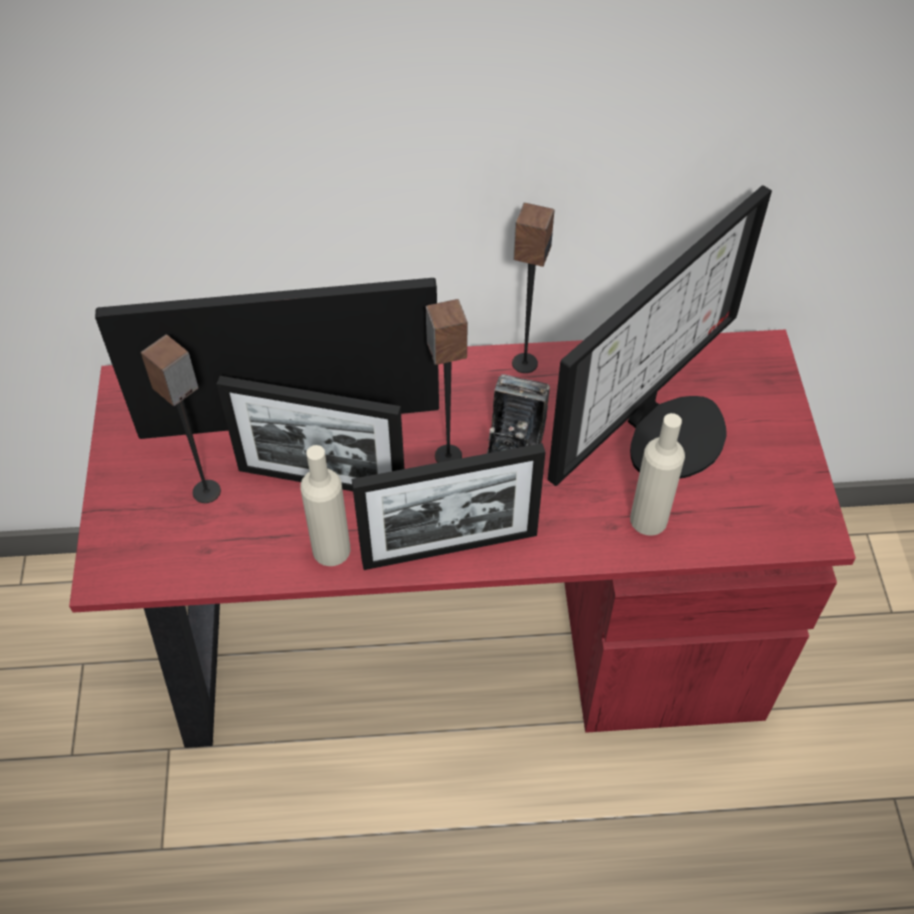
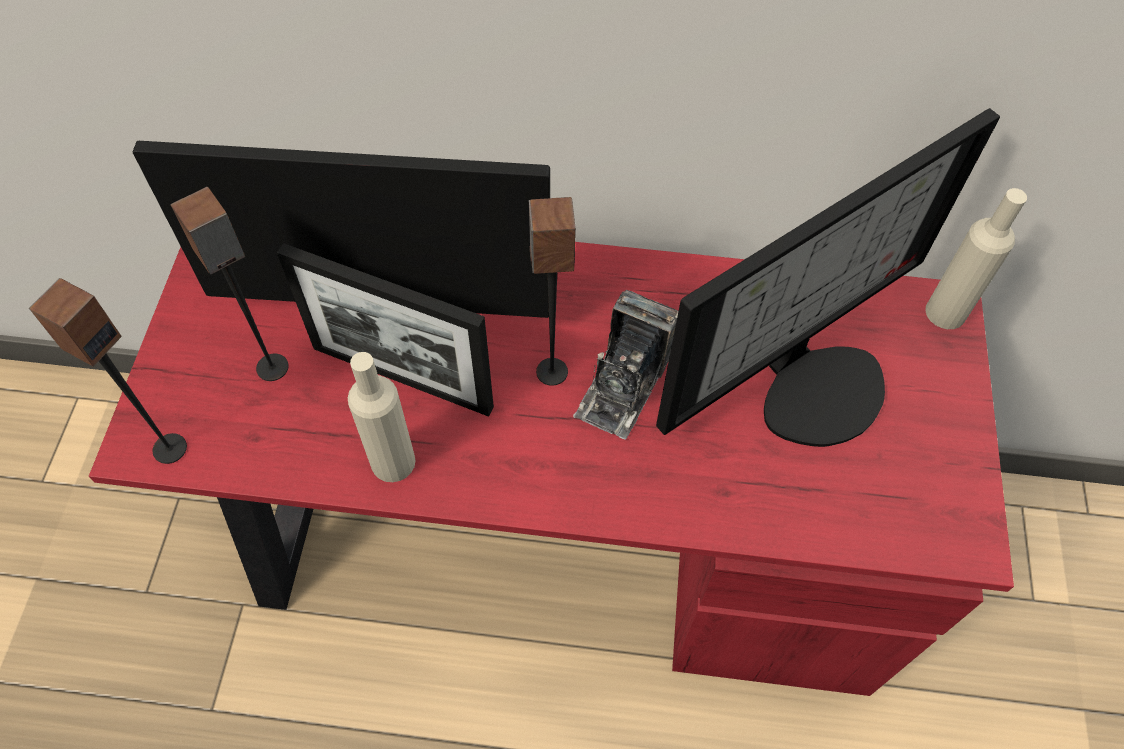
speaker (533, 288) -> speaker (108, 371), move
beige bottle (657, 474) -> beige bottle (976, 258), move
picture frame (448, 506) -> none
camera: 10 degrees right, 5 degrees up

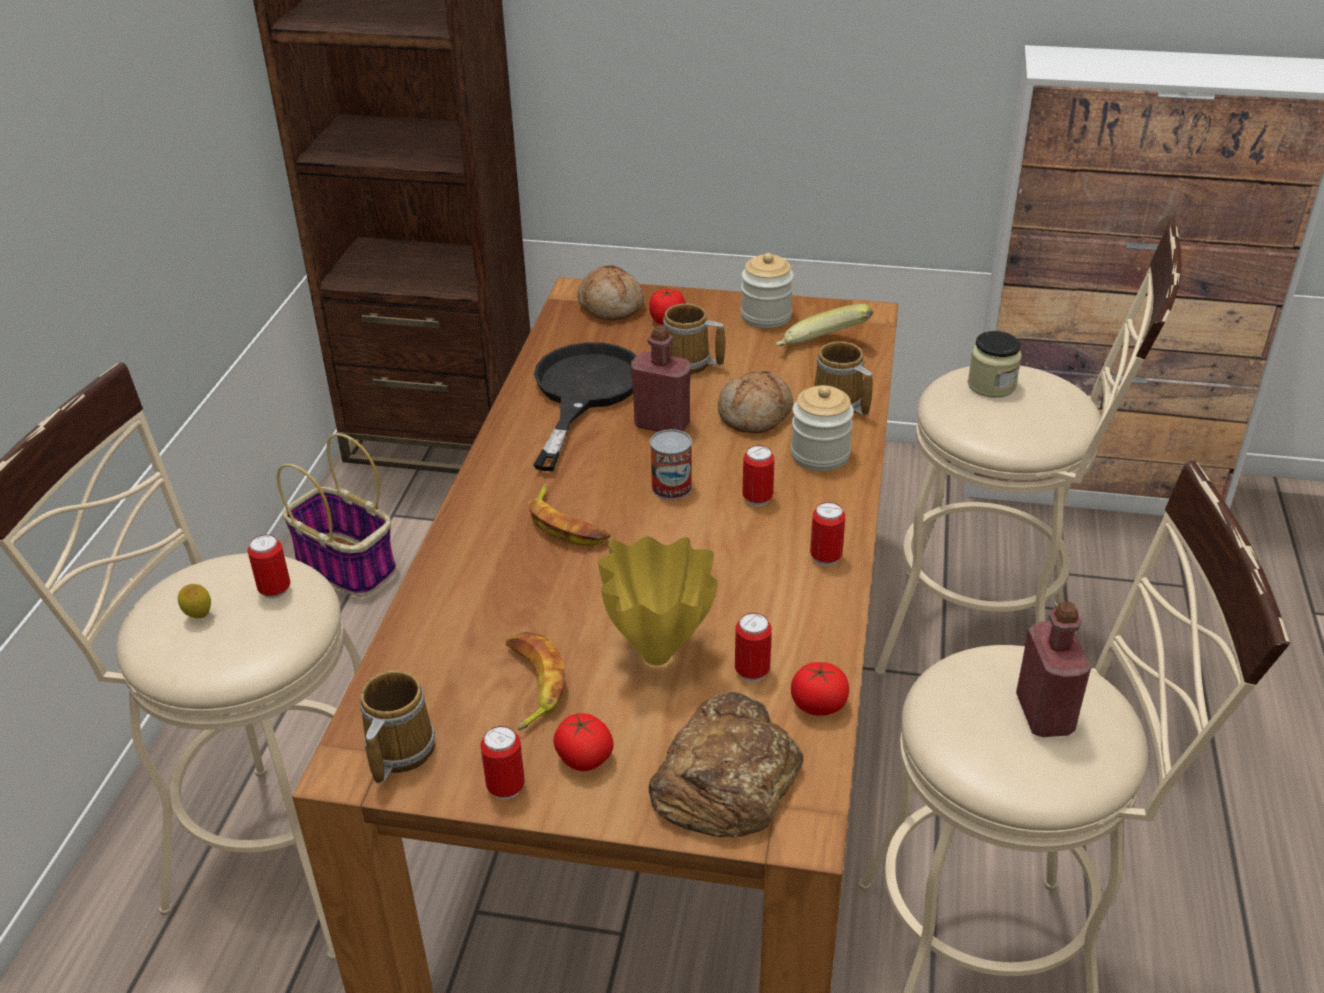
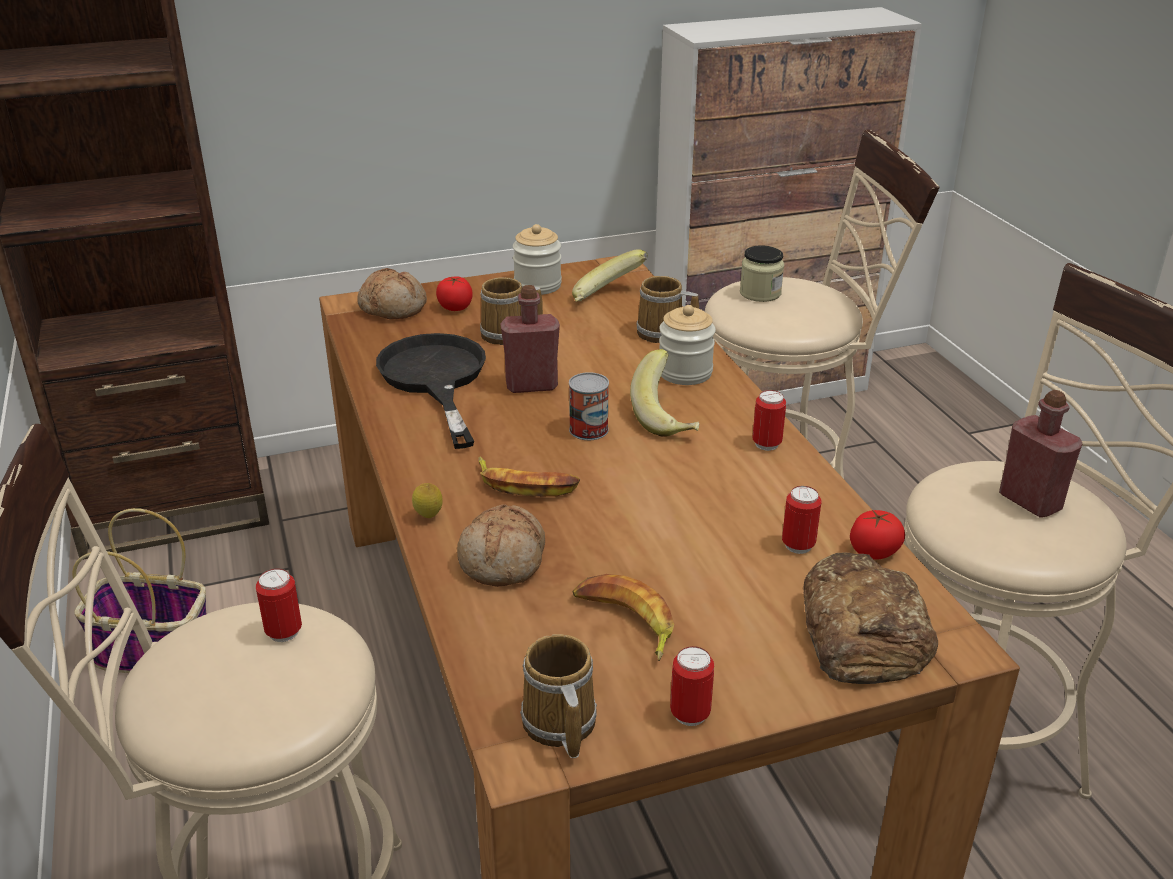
bread (755, 402) -> bread (501, 545), move
can (758, 475) -> banana (664, 393)
yellow vase (658, 601) -> none
lemon (194, 601) -> lemon (427, 500), move
tomato (583, 741) -> none
camera: 30 degrees left, 5 degrees down

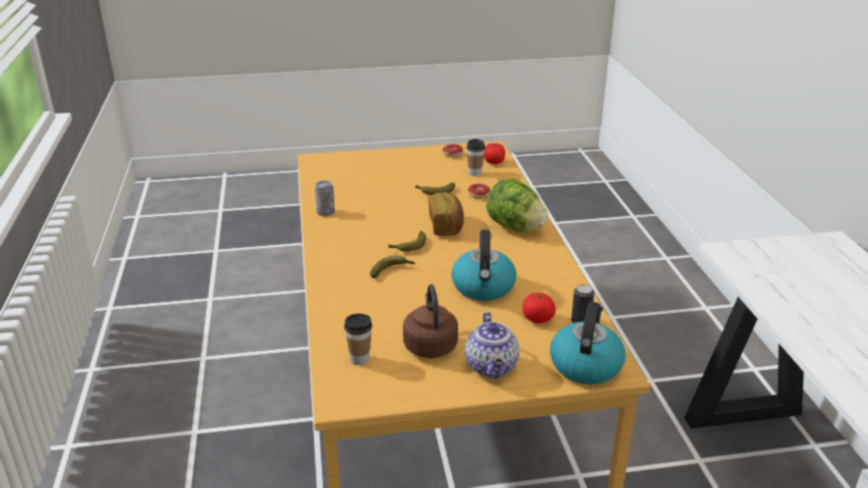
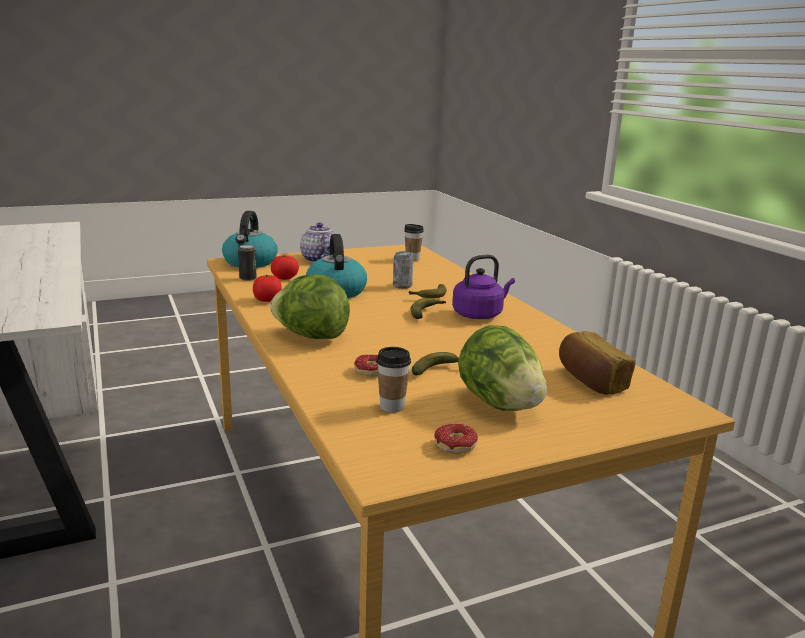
tomato (494, 153) -> tomato (267, 288), move
can (325, 198) -> can (403, 270), move
bread (446, 214) -> bread (597, 363), move
brown kettle (430, 321) -> none
none -> purple kettle (483, 287)
none -> lettuce (502, 368)
camera: 165 degrees right, 10 degrees down

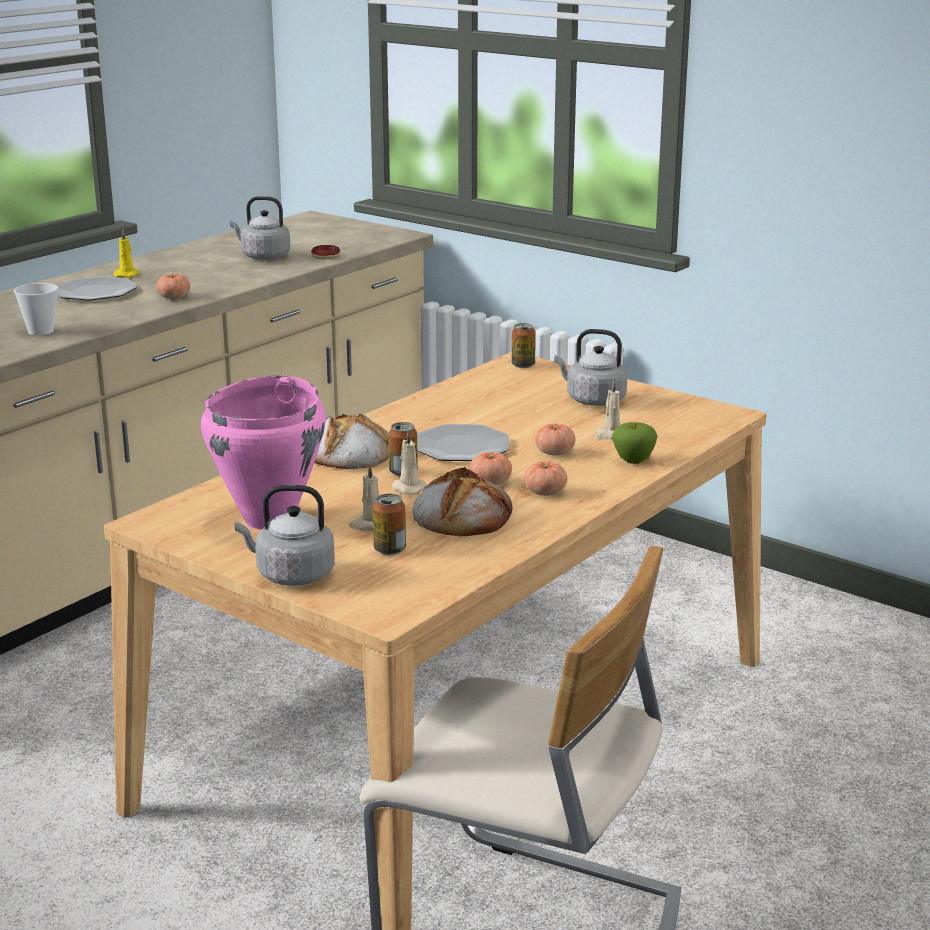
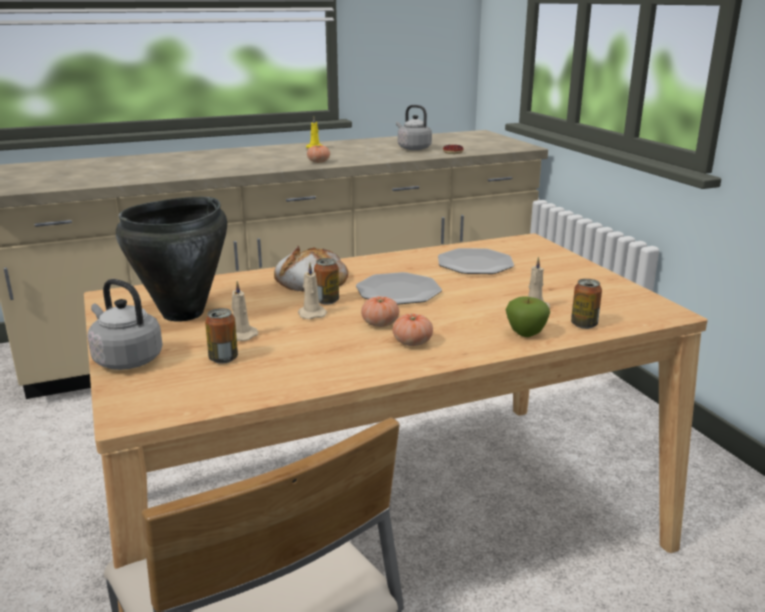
plate (97, 288) -> plate (476, 261), move
cup (36, 309) -> none
can (524, 345) -> can (586, 304), move
grey kettle (591, 367) -> none
pink cooking pot (263, 452) -> black cooking pot (171, 259)
tomato (555, 440) -> none
bread (462, 502) -> none
camera: 30 degrees right, 0 degrees up

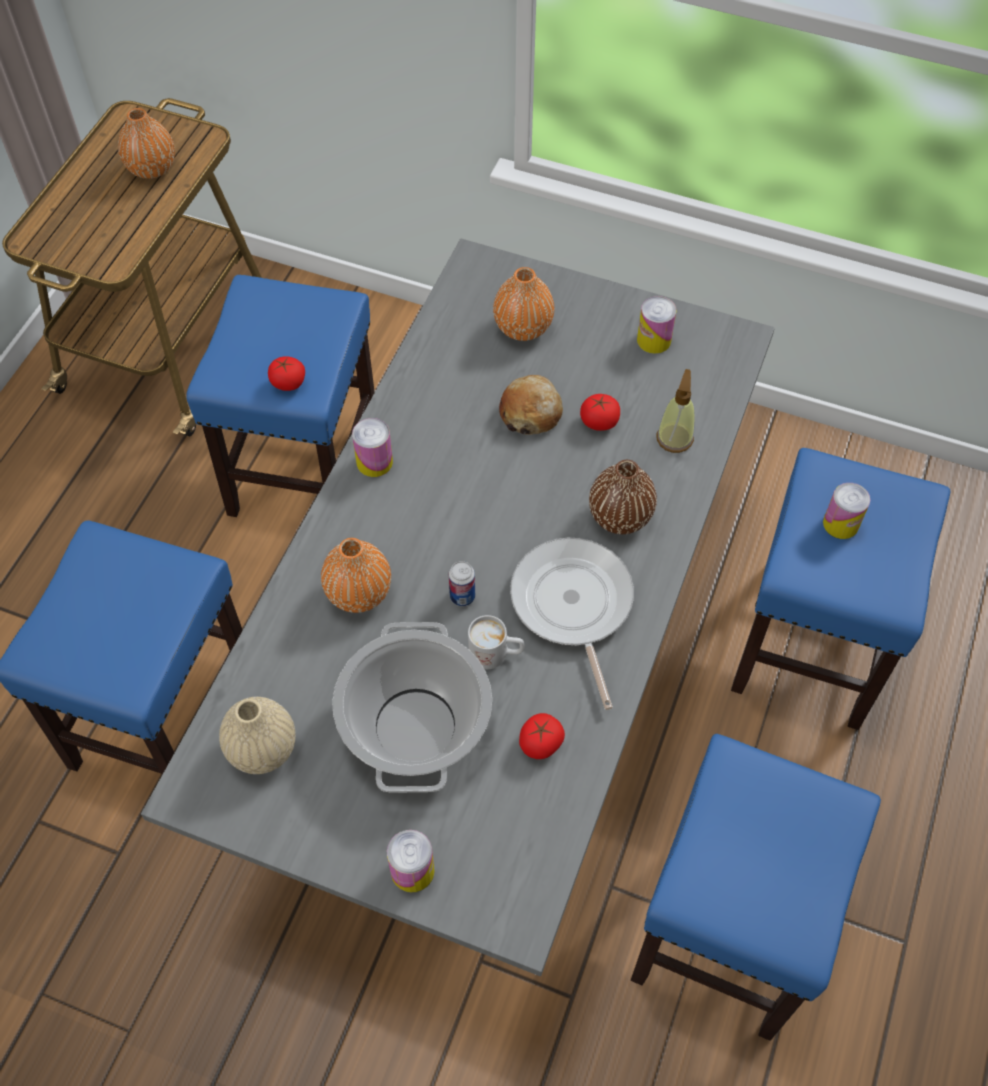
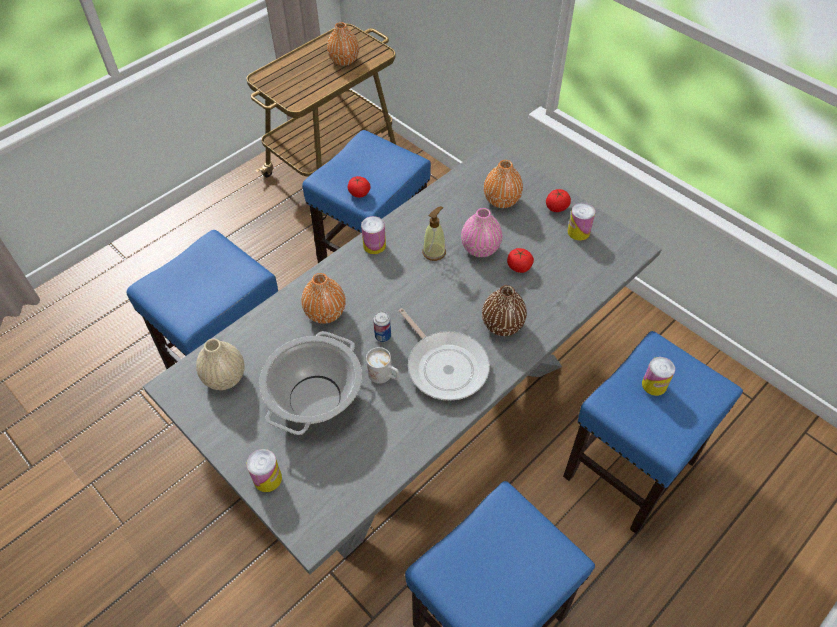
soap dispenser (675, 411) -> soap dispenser (434, 233), move
bread (531, 405) -> pink vase (481, 232)
frying pan (572, 624) -> frying pan (444, 354), 135 degrees clockwise
tomato (542, 736) -> tomato (558, 200), move
camera: 25 degrees right, 5 degrees down

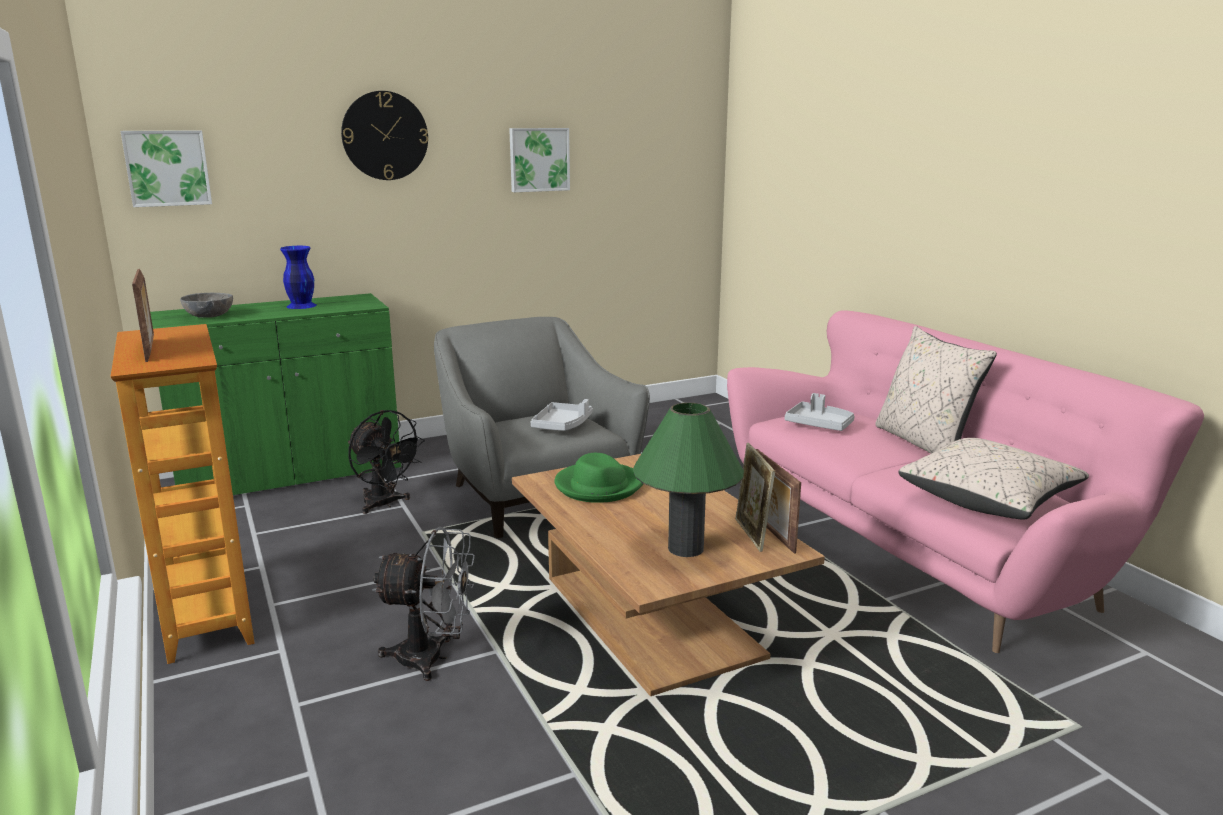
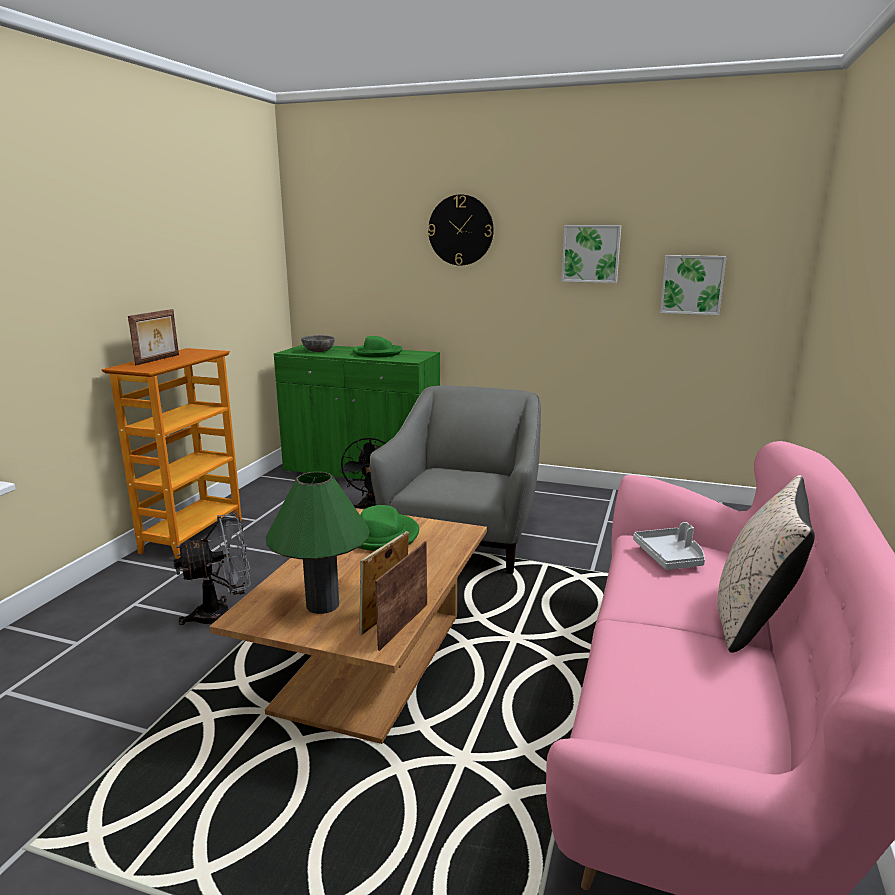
picture (166, 168) -> picture (693, 285), move
blue vase (298, 277) -> green hat (377, 347)
grey tray (561, 415) -> none
beige pillow (993, 479) -> none
grey fan (423, 604) -> grey fan (212, 569), 75 degrees counterclockwise
camera: 45 degrees right, 0 degrees up

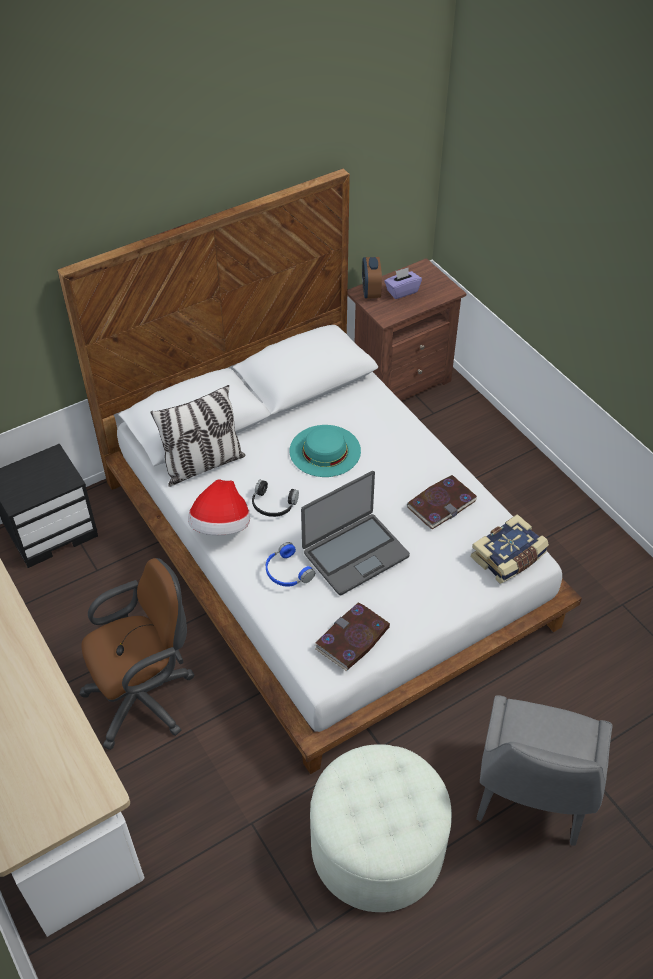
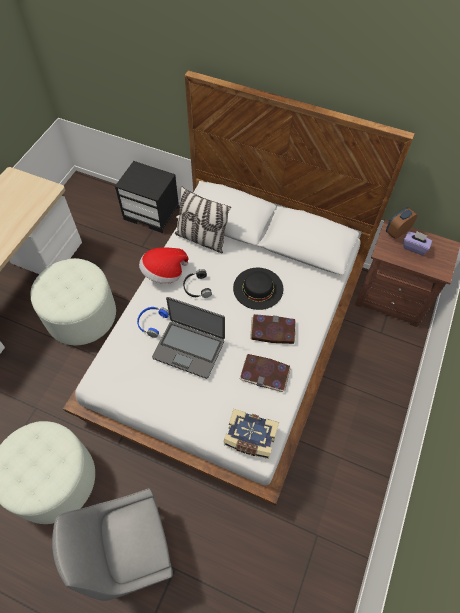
turquoise hat (325, 451) -> black hat (258, 289)
brown office chair (137, 654) -> white ottoman (73, 301)
book (352, 636) -> book (273, 329), move
camera: 55 degrees right, 10 degrees up

